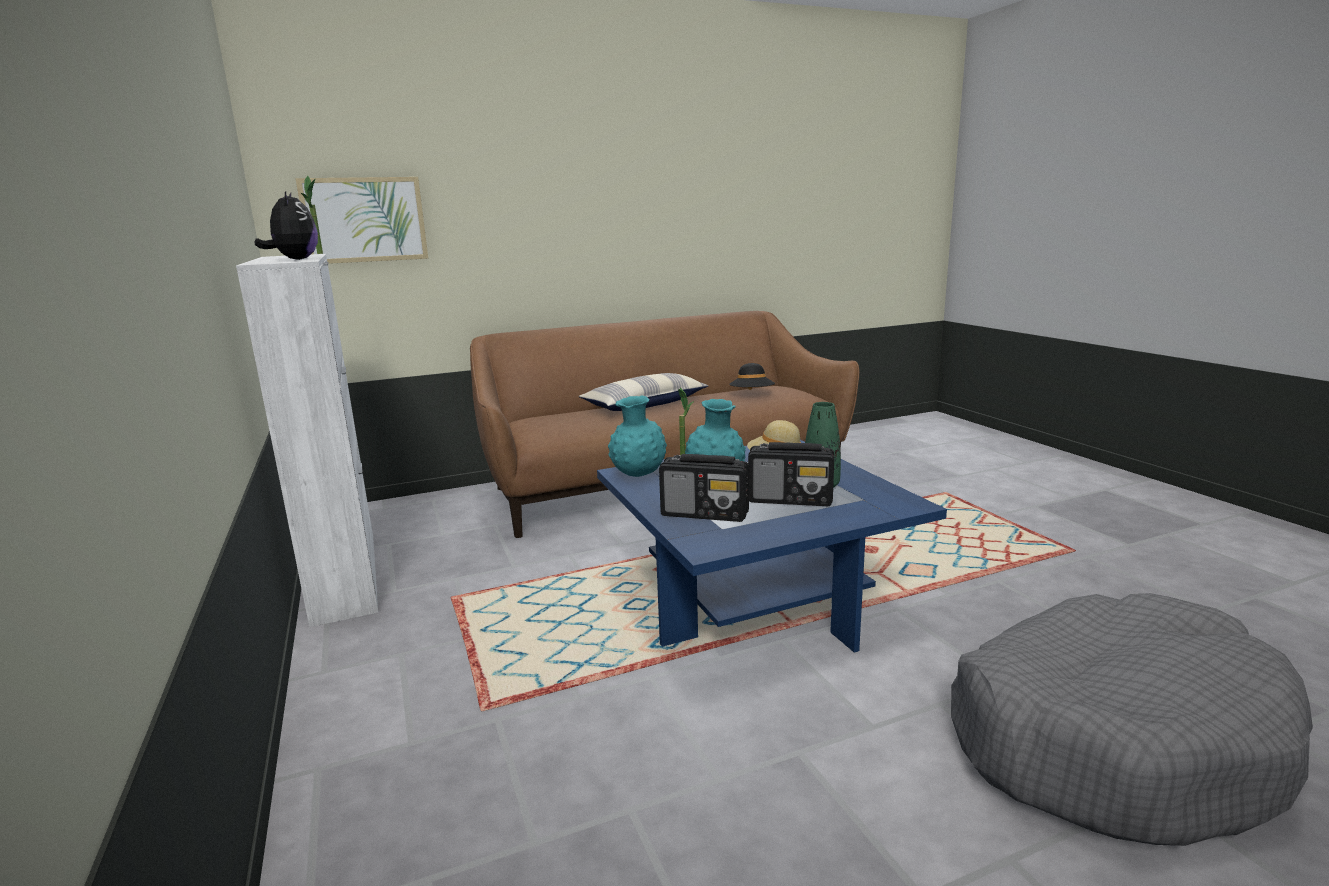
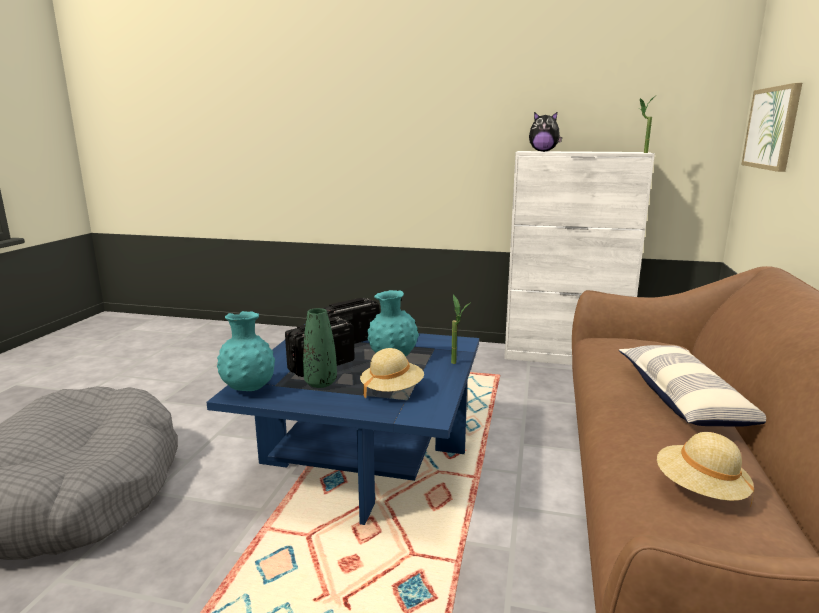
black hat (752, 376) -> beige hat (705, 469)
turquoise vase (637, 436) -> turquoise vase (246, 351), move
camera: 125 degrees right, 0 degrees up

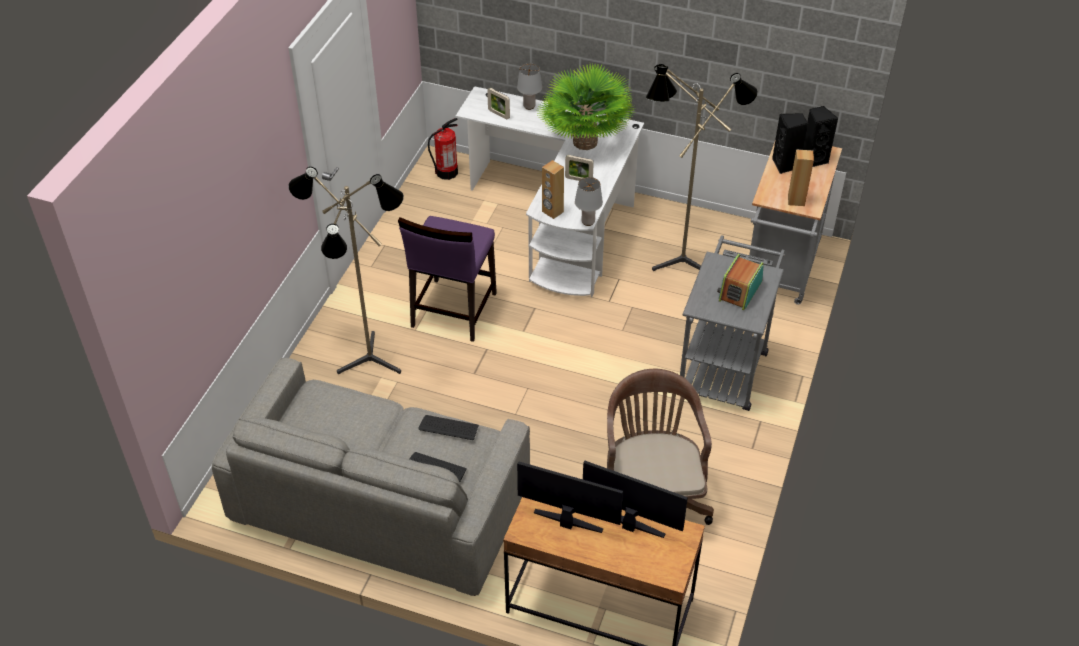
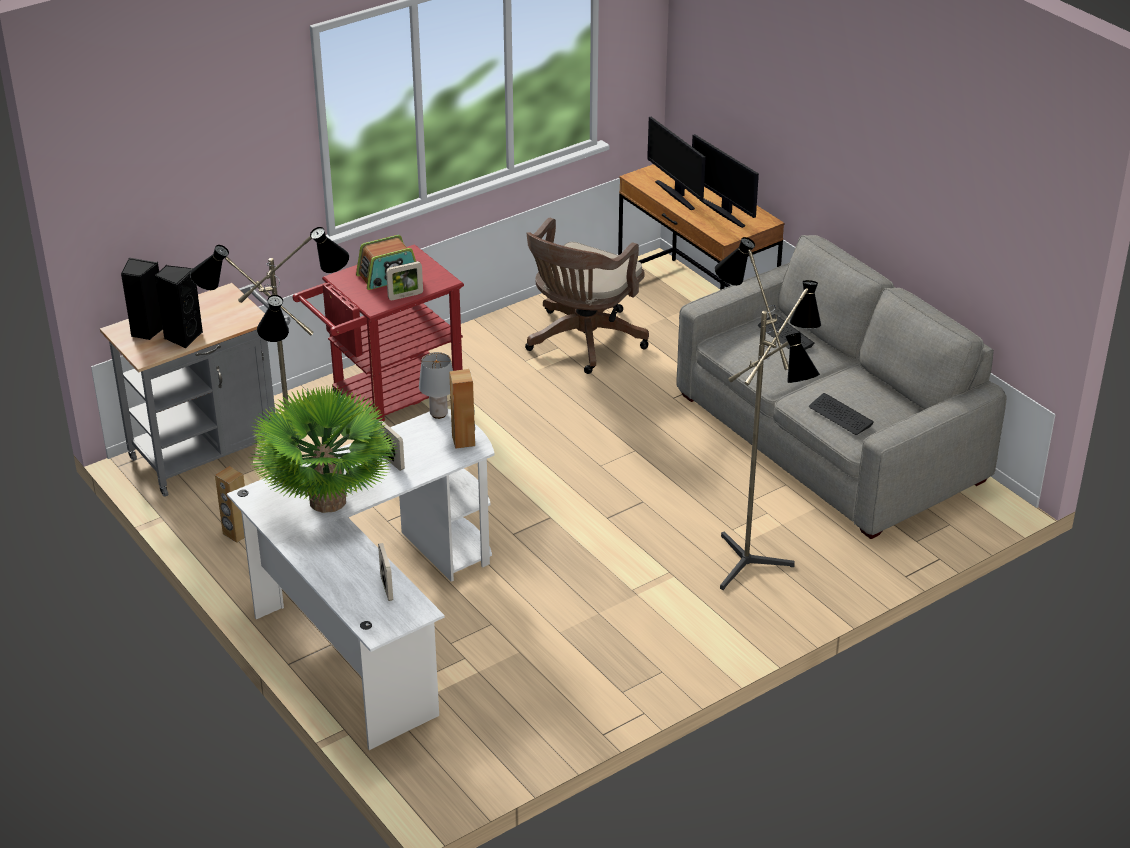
grey table lamp (529, 87) -> none
fire extinguisher (443, 149) -> none
brown speaker (801, 177) -> brown speaker (230, 504), move
purple chair (447, 279) -> none
grey cart (732, 323) -> red cart (378, 333)
keyboard (448, 427) -> keyboard (841, 414), move
none -> picture frame (404, 280)
camera: 145 degrees left, 10 degrees down

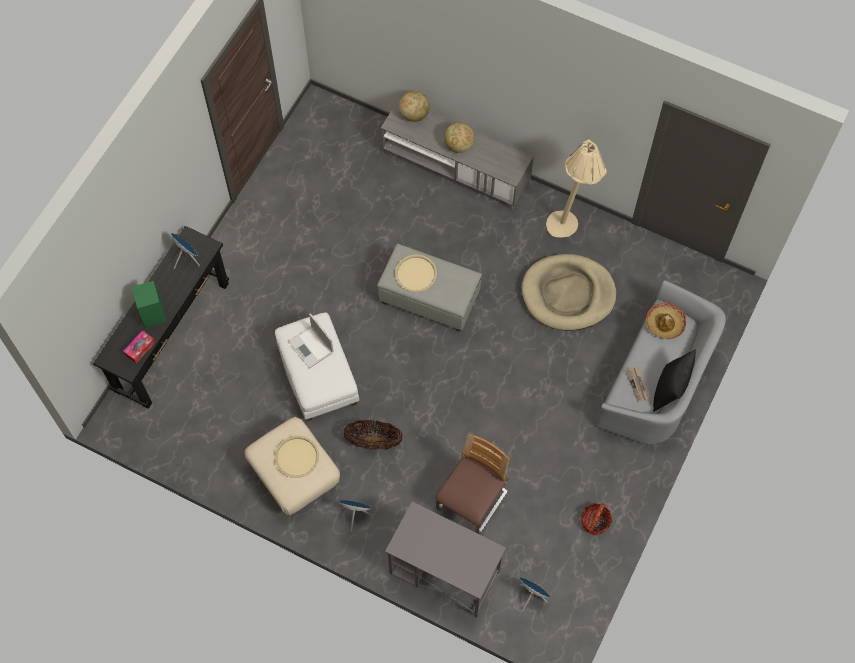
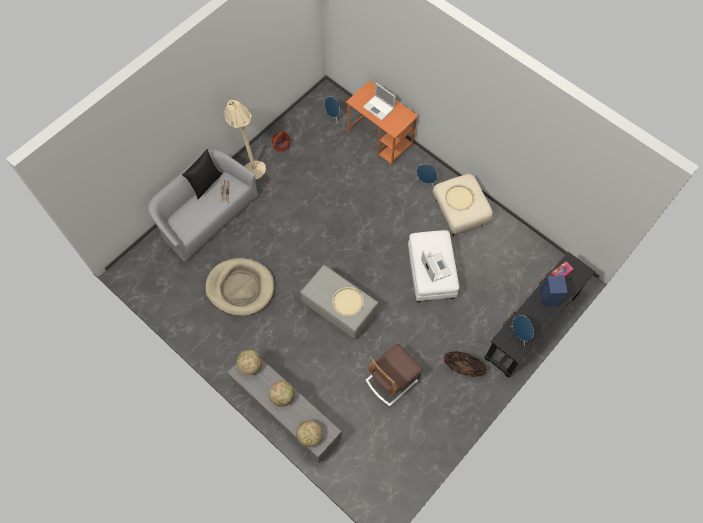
beige floor lamp (576, 188) -> beige floor lamp (245, 139), move
green speaker (149, 304) -> blue speaker (554, 290)
hat (666, 321) -> none
basket (373, 435) -> basket (465, 364), move
chair (472, 484) -> chair (394, 375), move
grey desk (445, 559) -> orange desk (382, 123)
none -> laptop (379, 102)
none -> globe (249, 362)
camera: 165 degrees left, 0 degrees up

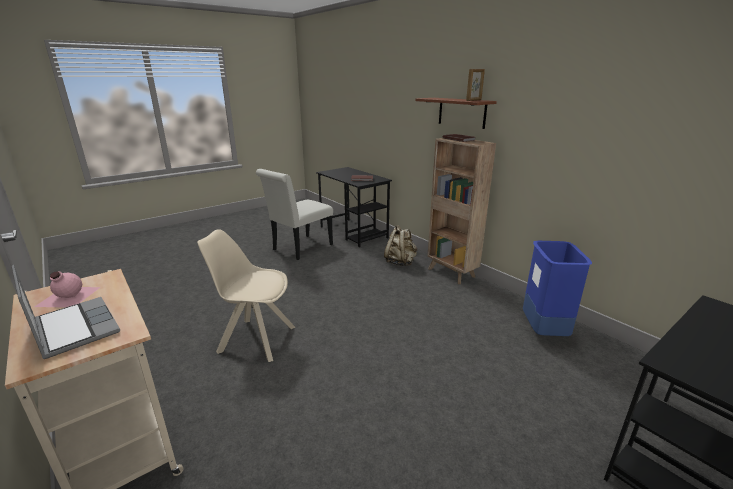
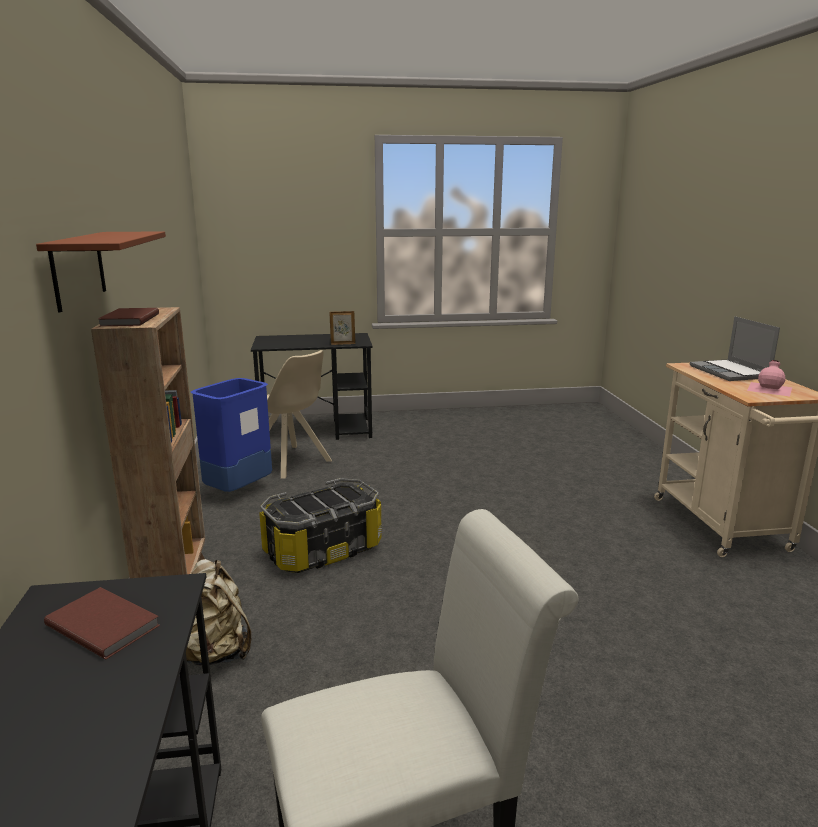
picture frame (475, 85) -> picture frame (342, 328), move
beige chair (246, 295) -> beige chair (299, 414), move
none -> storage box (320, 525)
camera: 150 degrees left, 5 degrees down

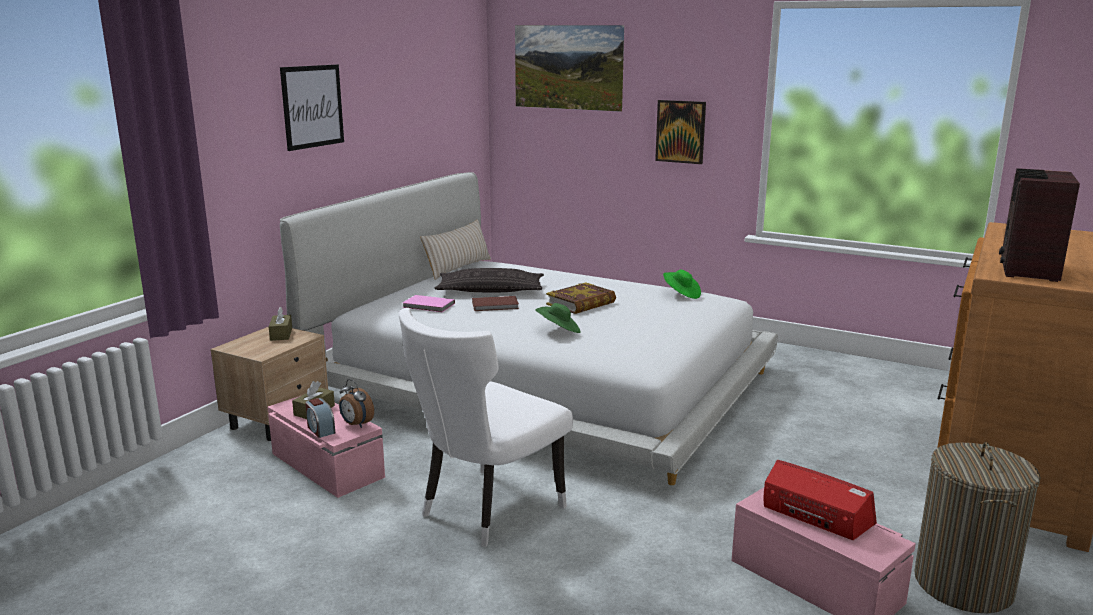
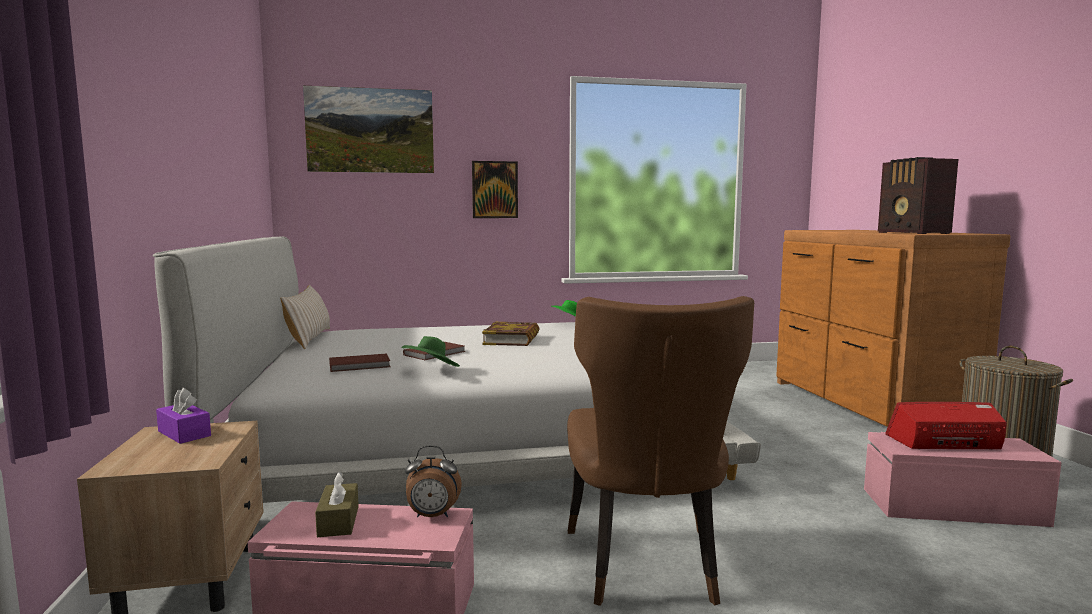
picture (312, 107) -> none
pillow (489, 280) -> none
pink book (428, 303) -> brown book (359, 362)
green hat (558, 318) -> green hat (430, 351), move
brown tissue box (280, 324) -> purple tissue box (183, 416)
white chair (486, 427) -> brown chair (660, 451)
alarm clock (320, 418) -> none
camera: 40 degrees left, 10 degrees down

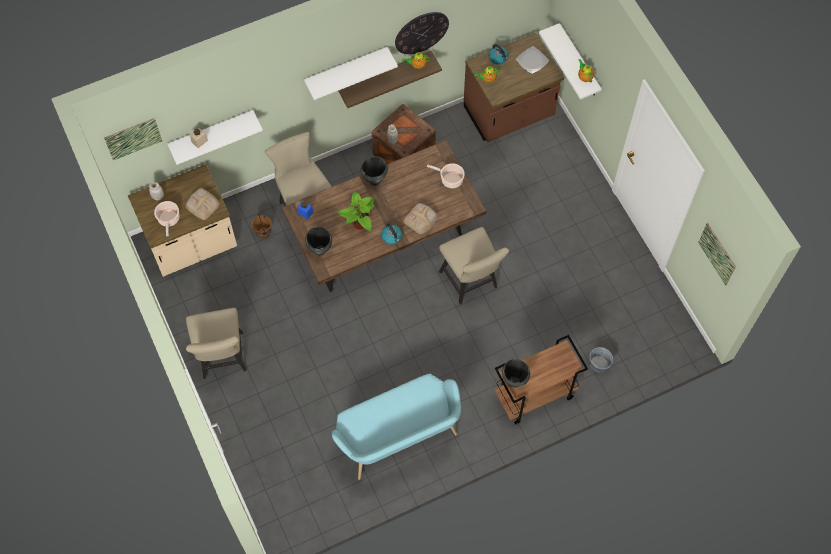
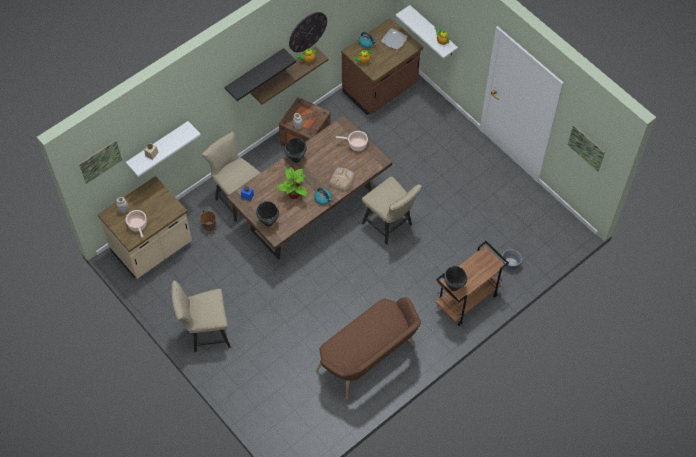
white shelf (351, 73) -> black shelf (260, 74)
bread (202, 204) -> none
beige chair (216, 343) -> beige chair (201, 316), 105 degrees clockwise
turquoise bench (396, 427) -> brown bench (368, 348)
camera: 15 degrees left, 5 degrees down

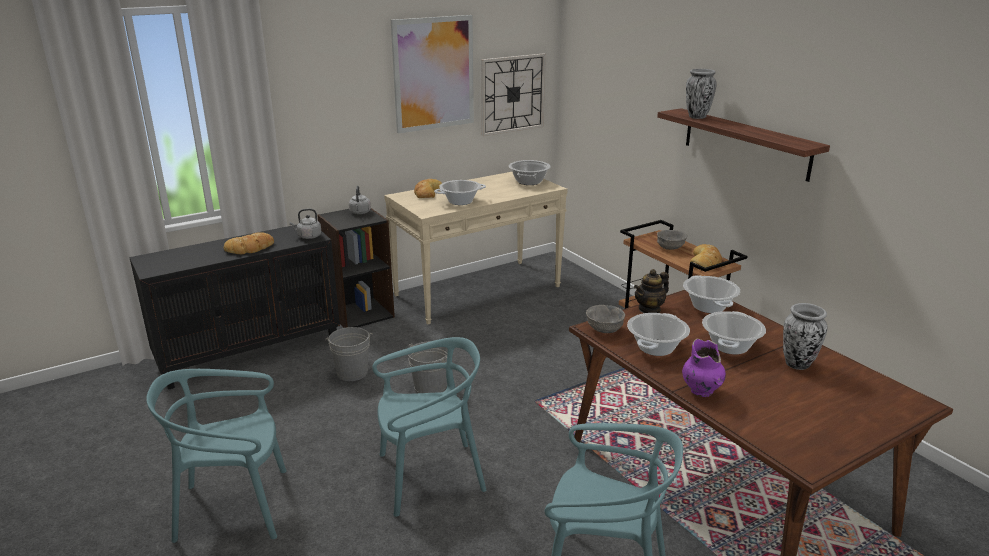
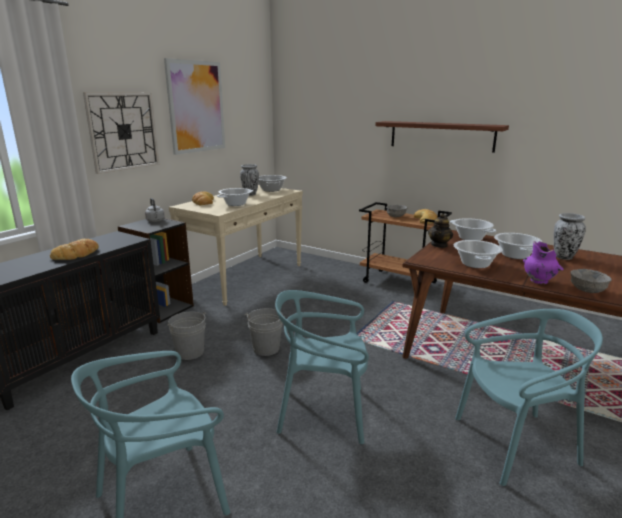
wall clock (513, 94) -> wall clock (121, 133), move
vase (701, 94) -> vase (249, 180), move
grey kettle (305, 224) -> none
grey bowl (605, 319) -> grey bowl (591, 281), move
turquoise chair (429, 427) -> turquoise chair (322, 367), 135 degrees counterclockwise
camera: 25 degrees left, 5 degrees down

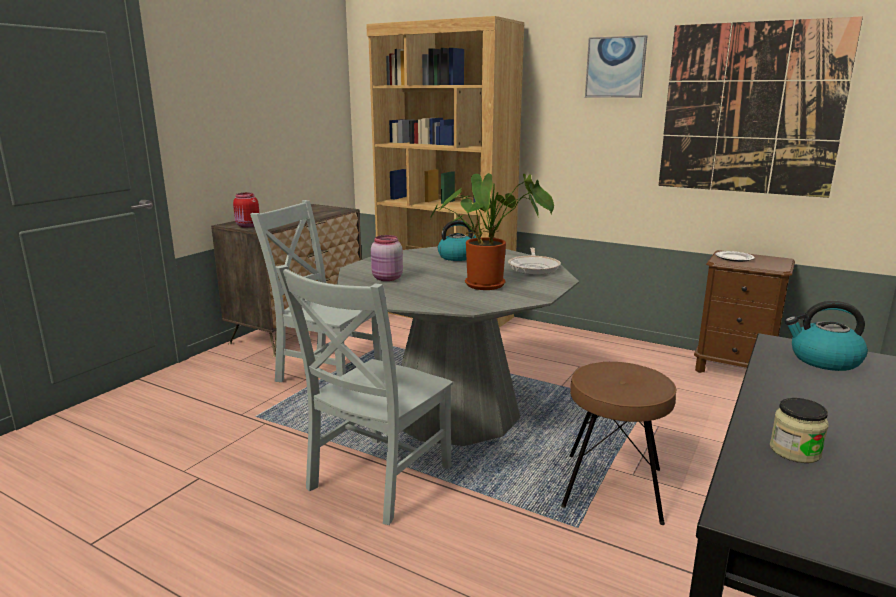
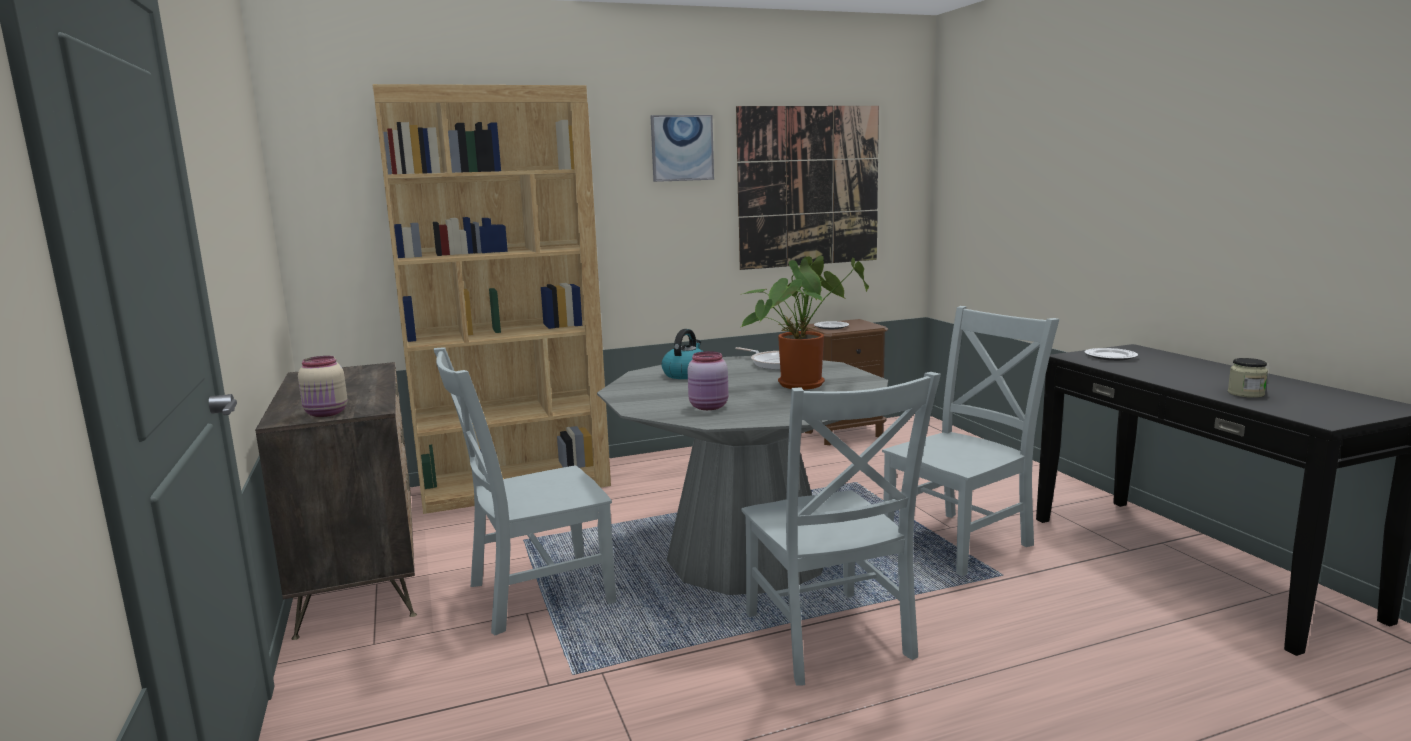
red jar (246, 210) -> beige jar (322, 386)
kettle (826, 336) -> plate (1111, 354)
brown stool (618, 443) -> grey chair (970, 441)
camera: 50 degrees left, 5 degrees down

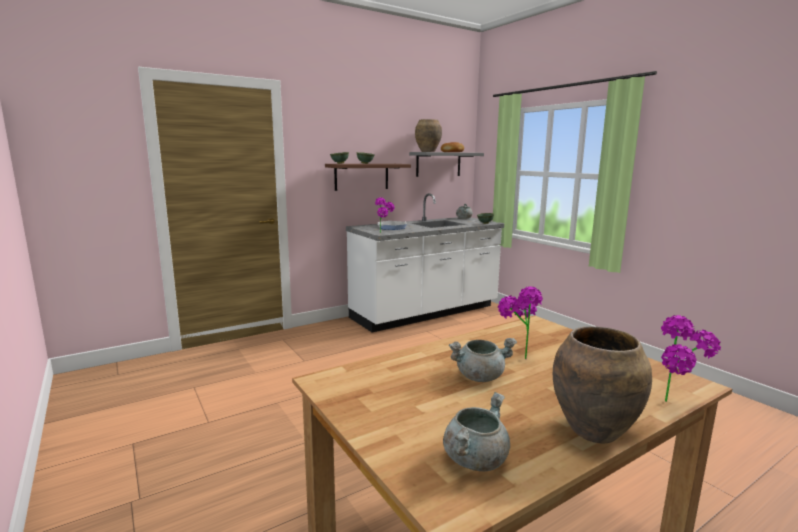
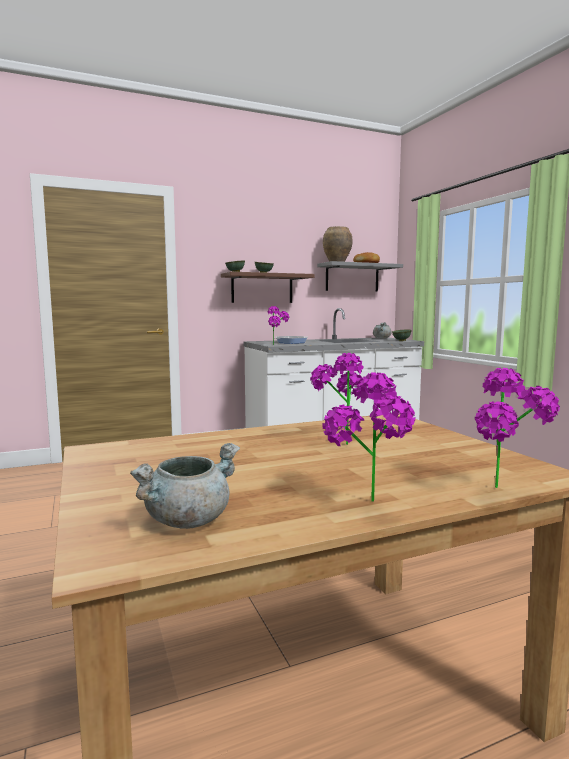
brown vase (602, 385) -> potted plant (369, 437)
grey cooking pot (483, 360) -> none
camera: 10 degrees right, 5 degrees down

